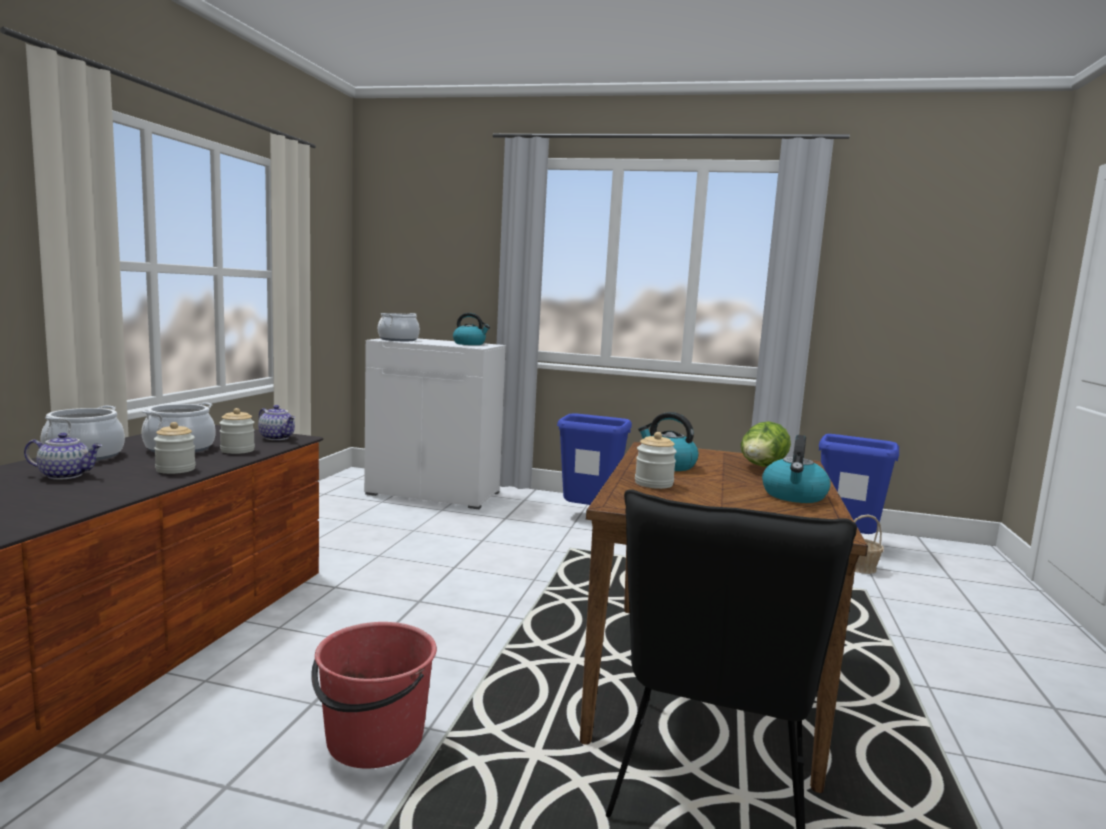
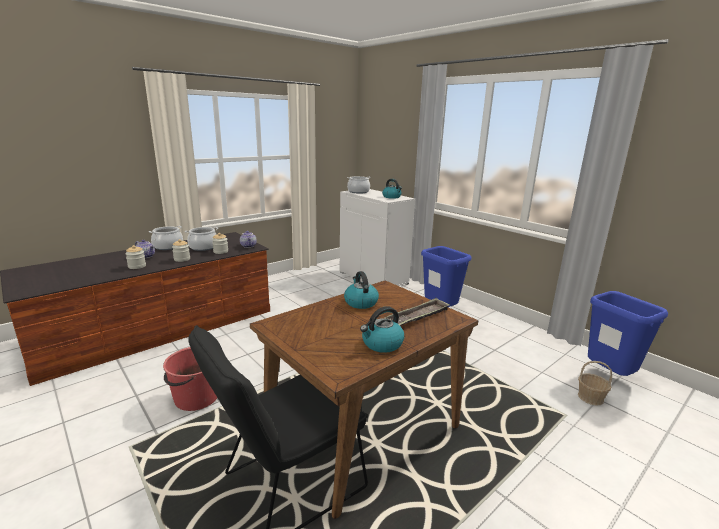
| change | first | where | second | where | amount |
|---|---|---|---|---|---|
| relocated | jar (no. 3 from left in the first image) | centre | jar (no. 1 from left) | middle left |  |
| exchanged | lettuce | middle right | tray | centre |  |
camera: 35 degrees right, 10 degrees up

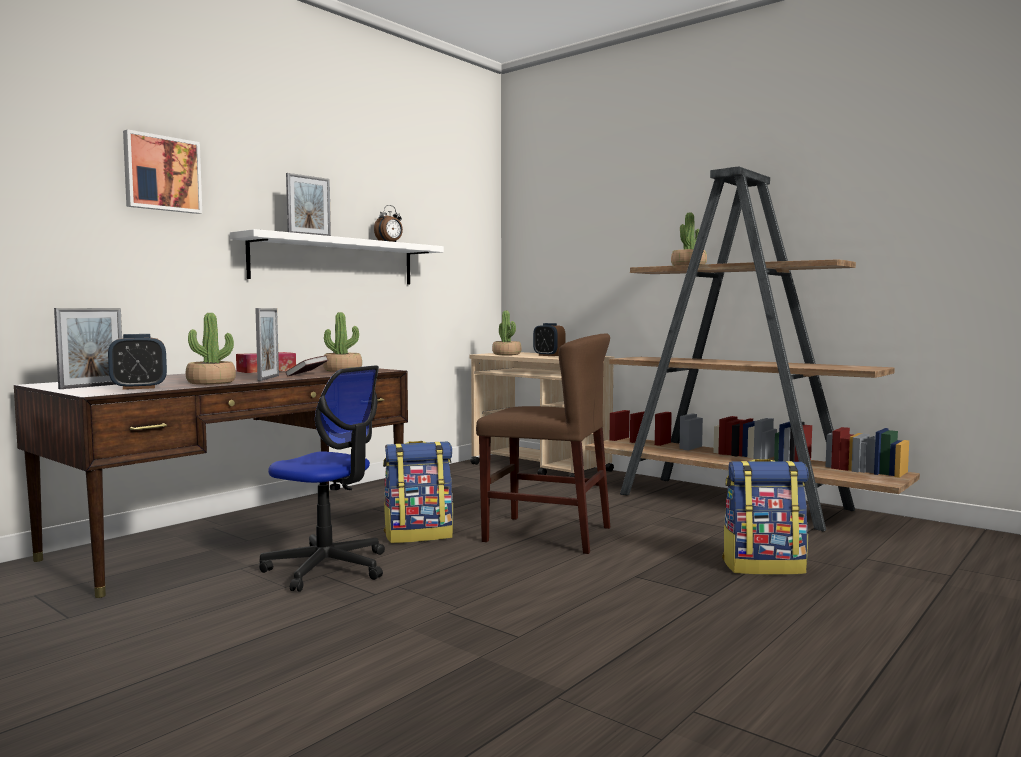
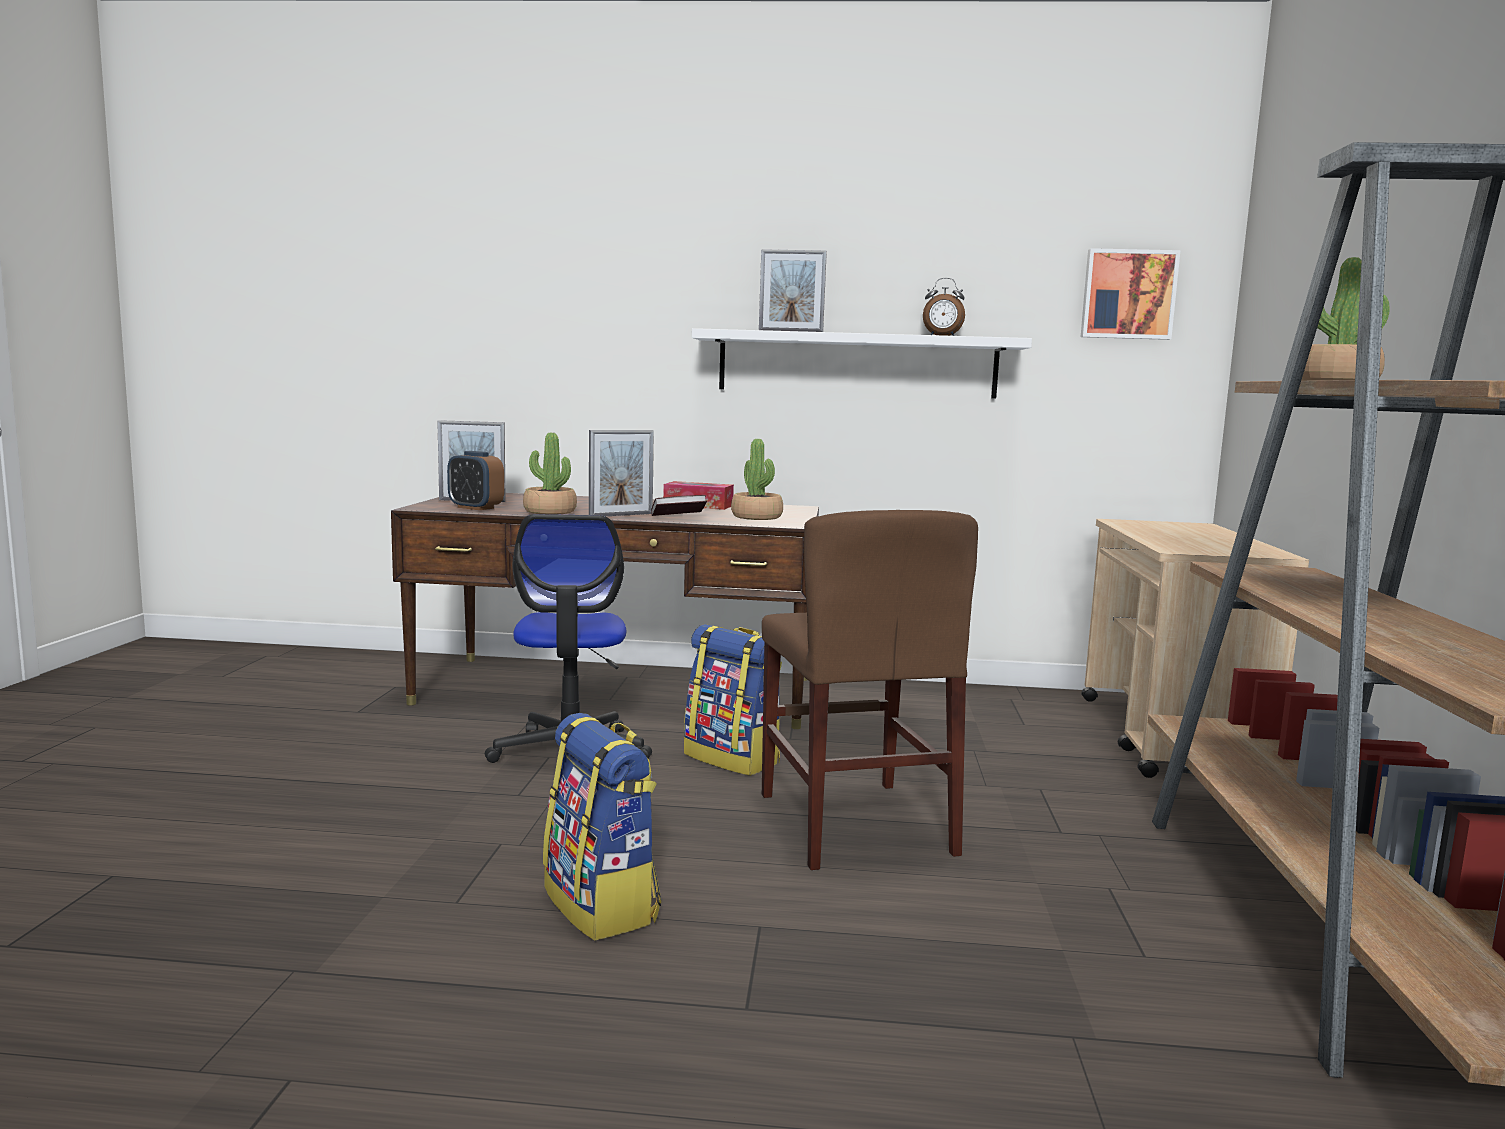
| change | first | where | second | where | amount |
|---|---|---|---|---|---|
| relocated | picture | top left |  | top right |  |
| missing | potted plant (no. 3 from left) | centre |  |  |  |
| missing | alarm clock (no. 3 from left) | centre |  |  |  |
| relocated | backpack (no. 2 from left in the first image) | bottom right | backpack (no. 1 from left) | bottom centre |  |
camera: 55 degrees right, 5 degrees up

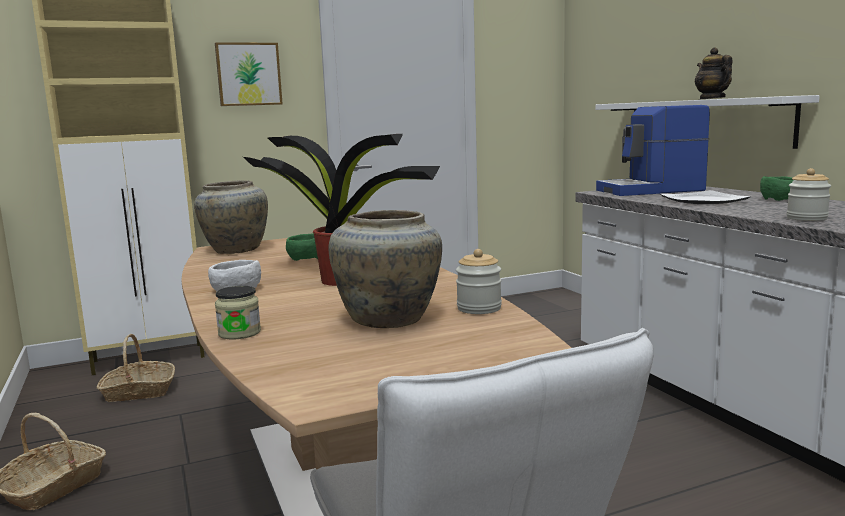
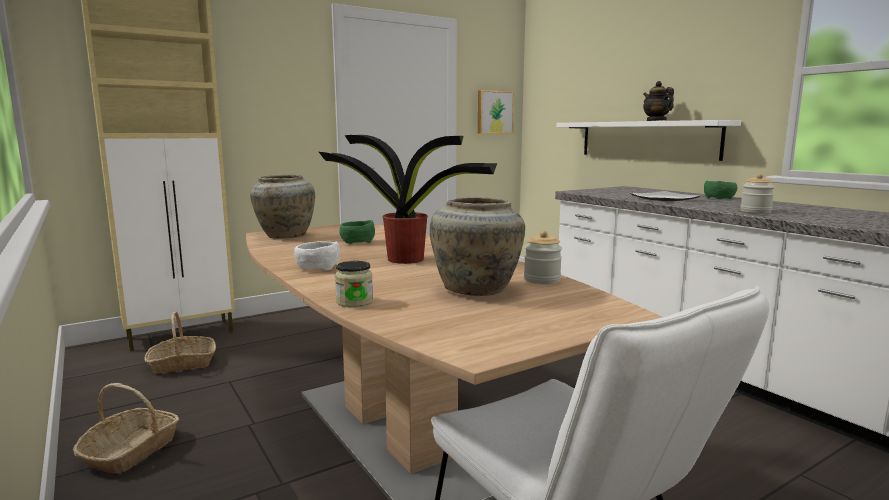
| change | first | where | second | where | amount |
|---|---|---|---|---|---|
| relocated | picture | top left |  | top centre |  |
| missing | coffee machine | top right |  |  |  |
camera: 10 degrees left, 0 degrees up

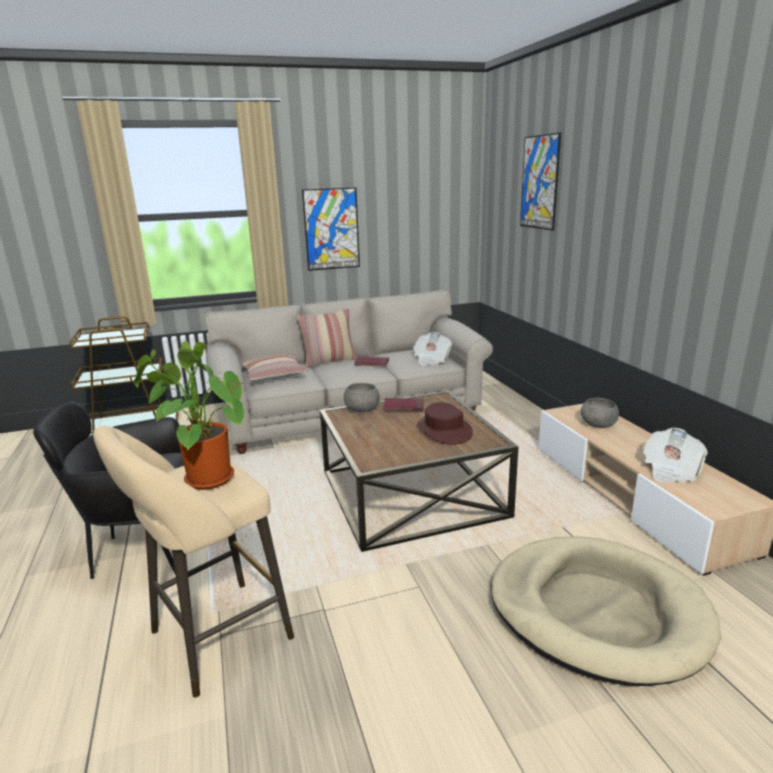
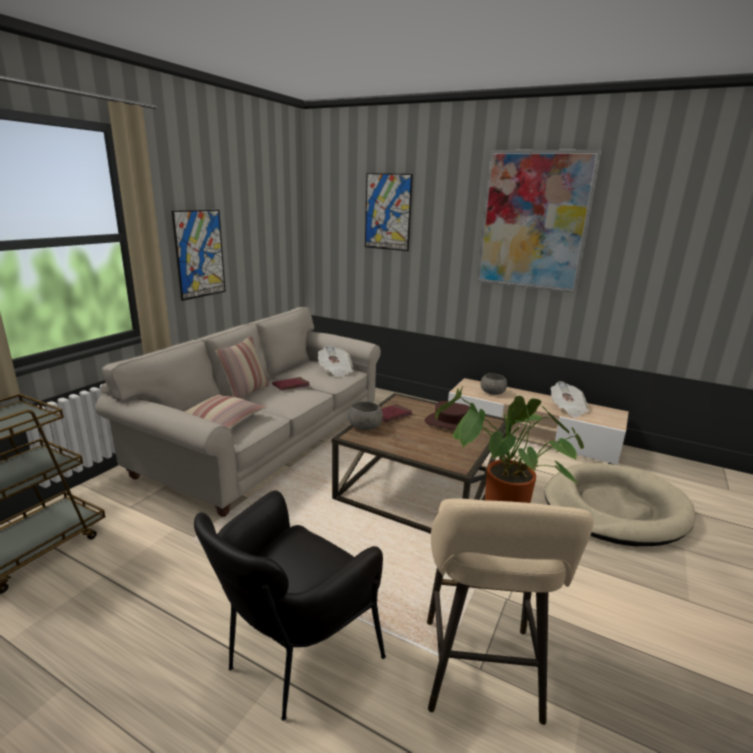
| change | first | where | second | where | amount |
|---|---|---|---|---|---|
| appeared |  |  | picture (no. 3 from left) | top right |  |
camera: 45 degrees left, 0 degrees up

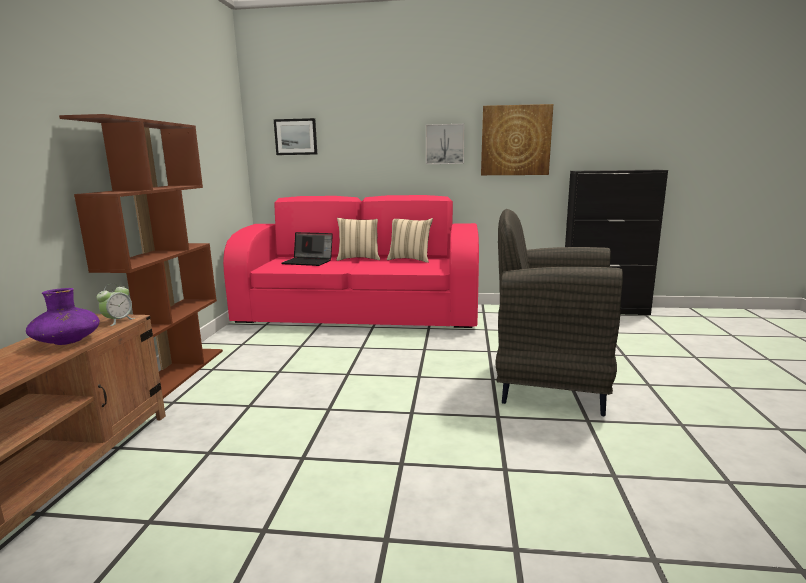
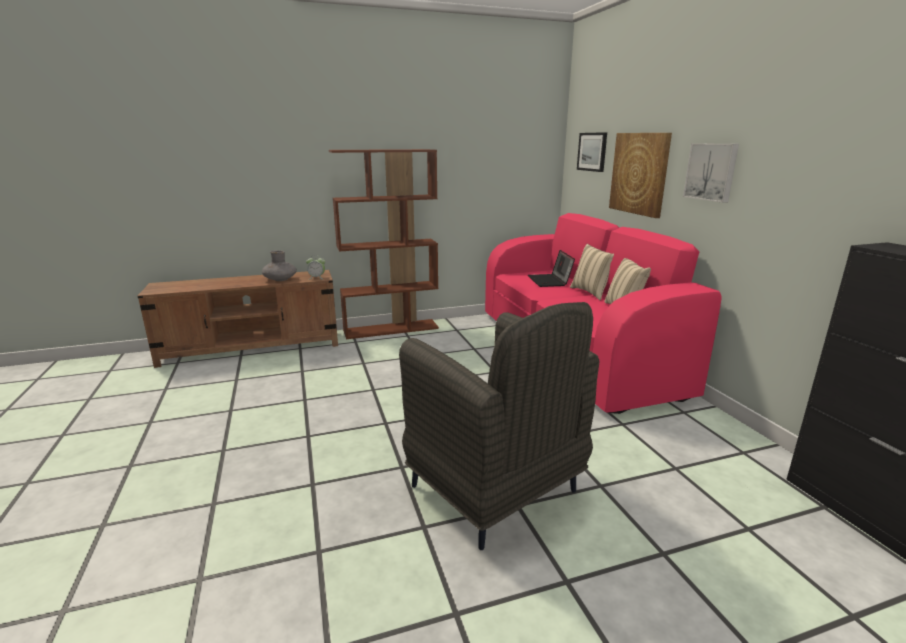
| change | first | where | second | where | amount |
|---|---|---|---|---|---|
| colour | purple vase | middle left | grey vase | middle left |  |
| relocated | picture (no. 3 from left in the first image) | top centre | picture (no. 2 from left) | top right |  |
| spun | grey armchair | middle right |  | centre | 150 degrees clockwise |
camera: 65 degrees right, 5 degrees up

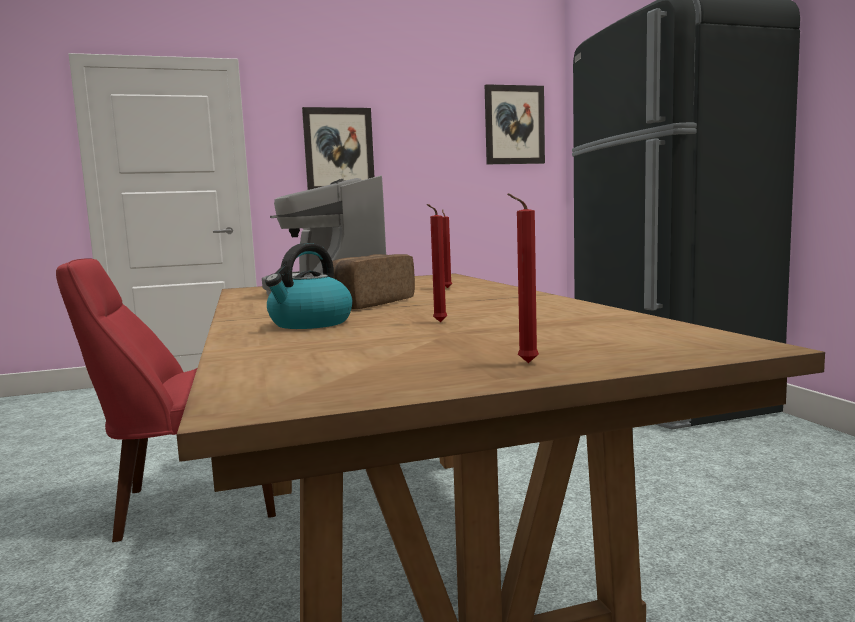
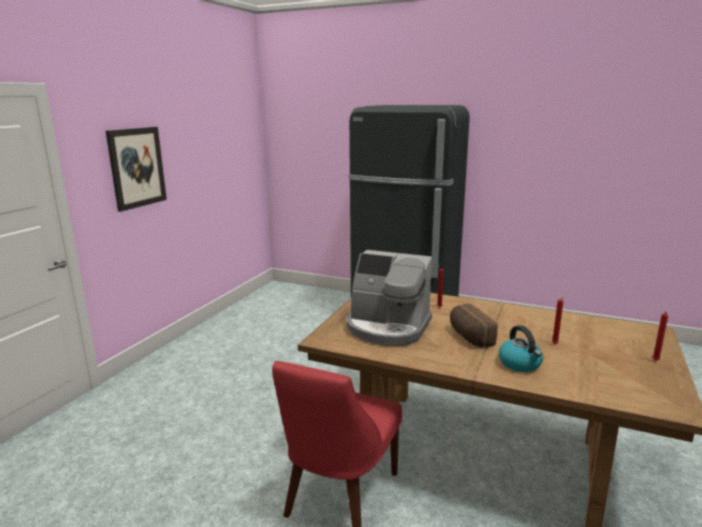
| change | first | where | second | where | amount |
|---|---|---|---|---|---|
| missing | picture (no. 2 from left) | top centre |  |  |  |
camera: 50 degrees left, 10 degrees up

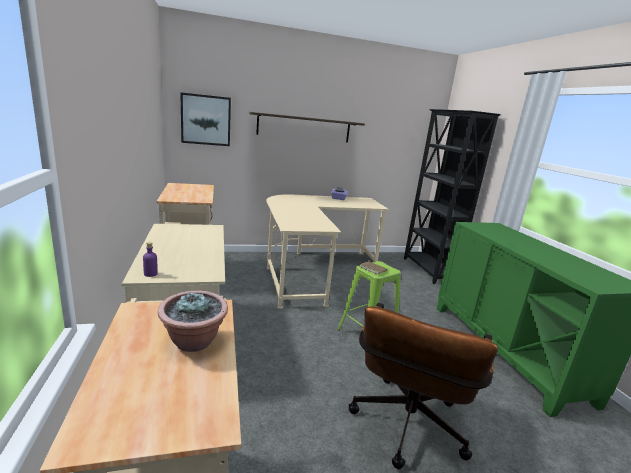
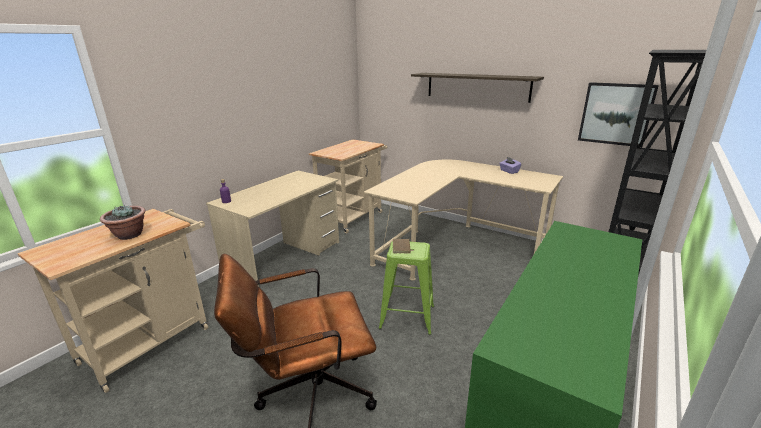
| change | first | where | second | where | amount |
|---|---|---|---|---|---|
| relocated | picture | top left |  | top right |  |
camera: 50 degrees right, 5 degrees up

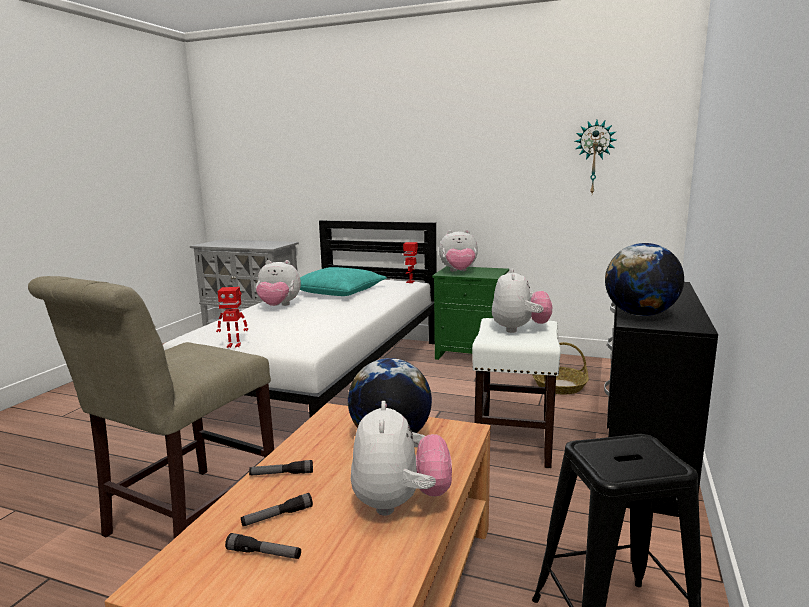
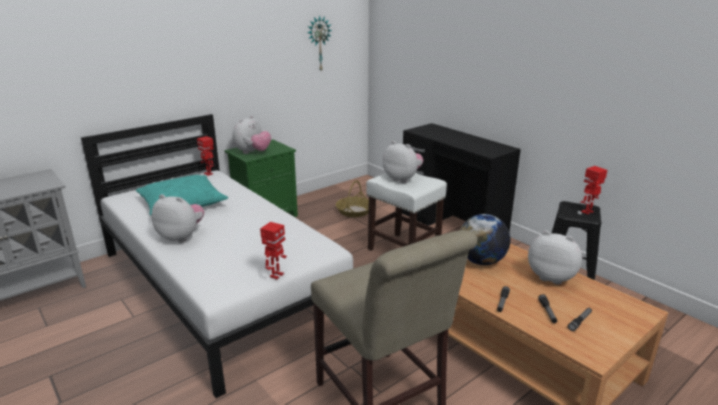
| change | first | where | second | where | amount |
|---|---|---|---|---|---|
| spun | plush toy (no. 1 from left) | centre |  | middle left | 105 degrees counterclockwise |
| missing | globe (no. 2 from left) | middle right |  |  |  |
| appeared |  |  | toy robot (no. 3 from left) | middle right |  |
camera: 60 degrees left, 10 degrees up

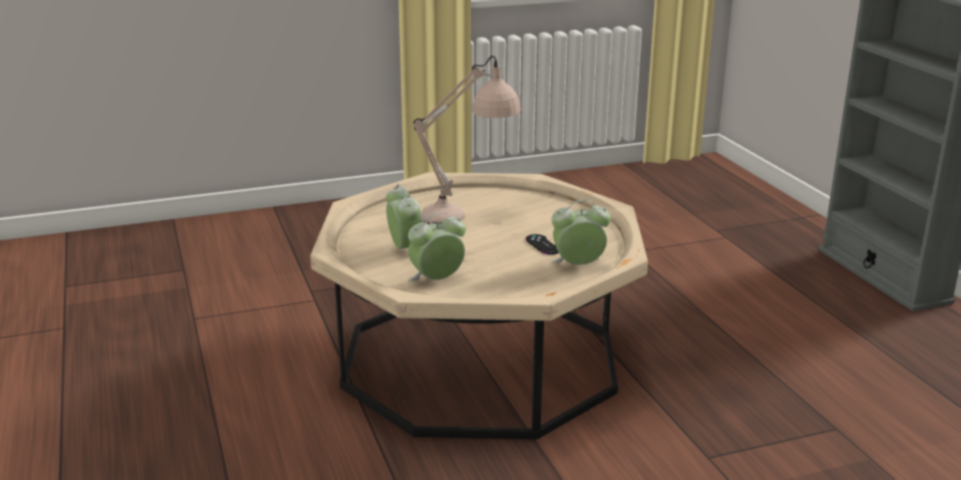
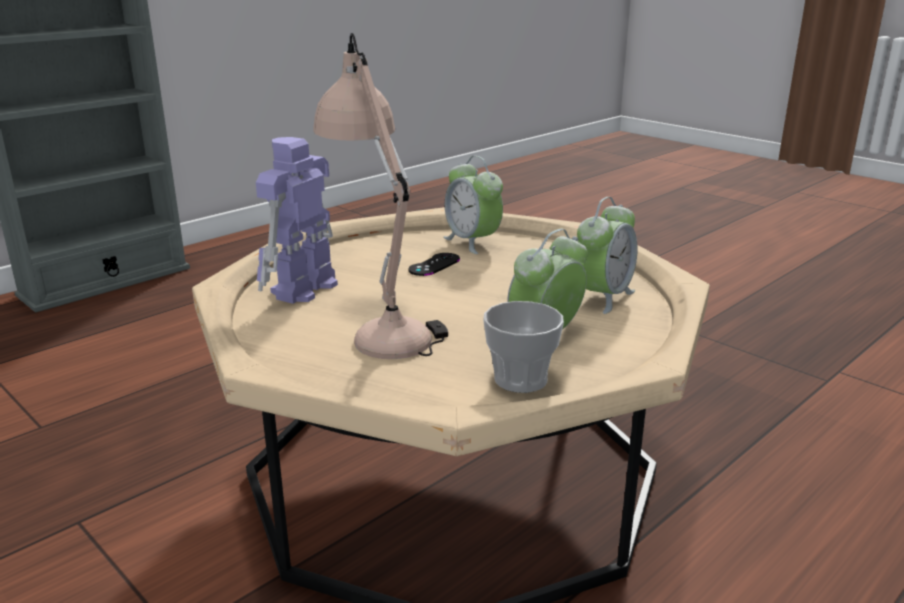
| change | first | where | second | where | amount |
|---|---|---|---|---|---|
| spun | alarm clock (no. 2 from left in the first image) | centre | alarm clock (no. 3 from left) | middle right | 90 degrees counterclockwise |
| appeared |  |  | toy robot | middle left |  |
| appeared |  |  | cup | centre |  |
camera: 115 degrees left, 0 degrees up

